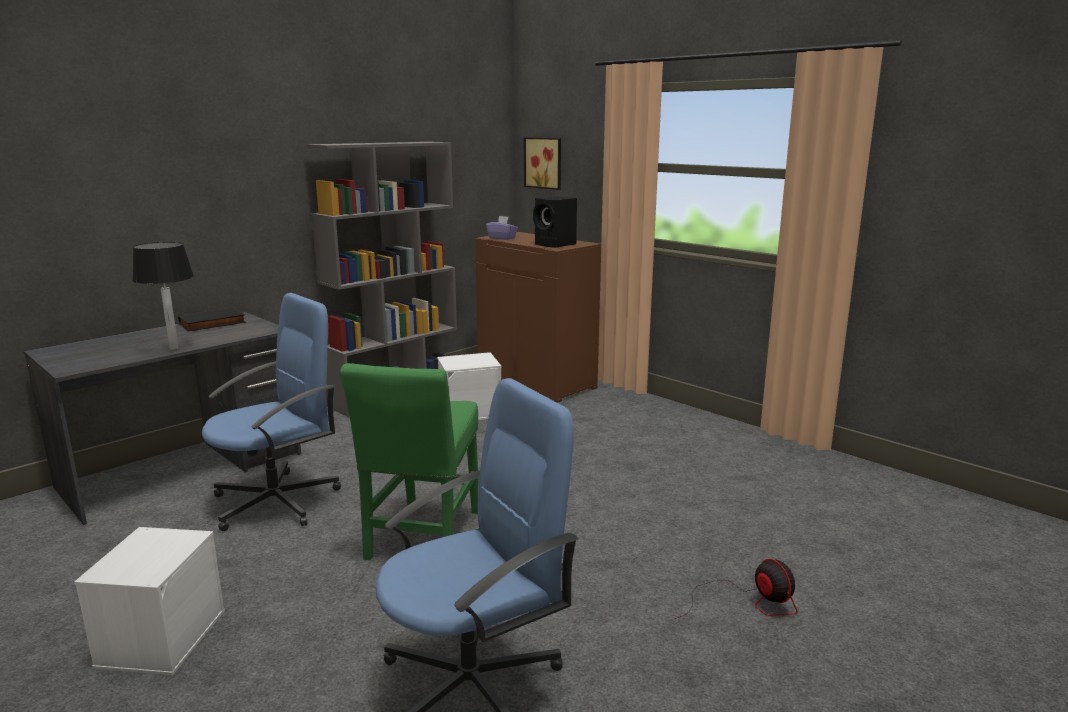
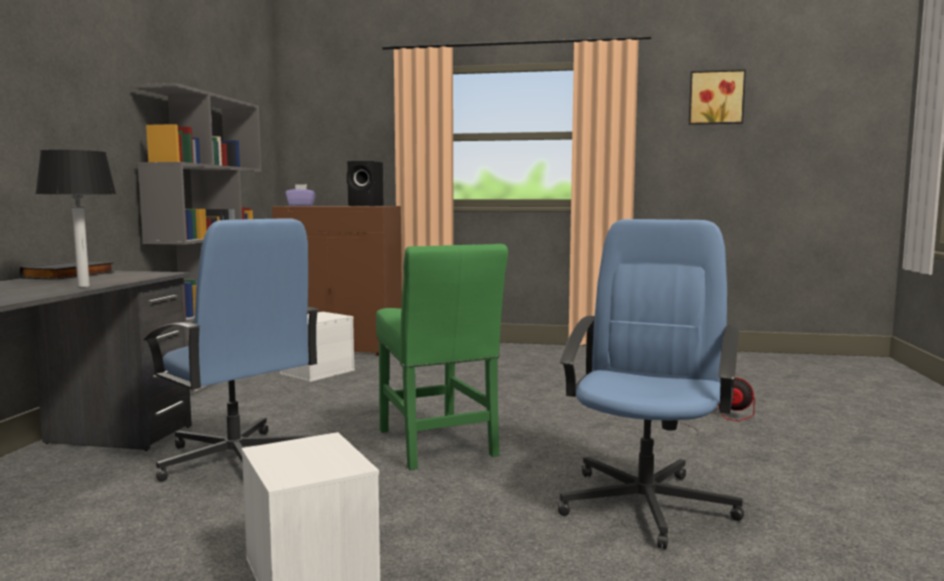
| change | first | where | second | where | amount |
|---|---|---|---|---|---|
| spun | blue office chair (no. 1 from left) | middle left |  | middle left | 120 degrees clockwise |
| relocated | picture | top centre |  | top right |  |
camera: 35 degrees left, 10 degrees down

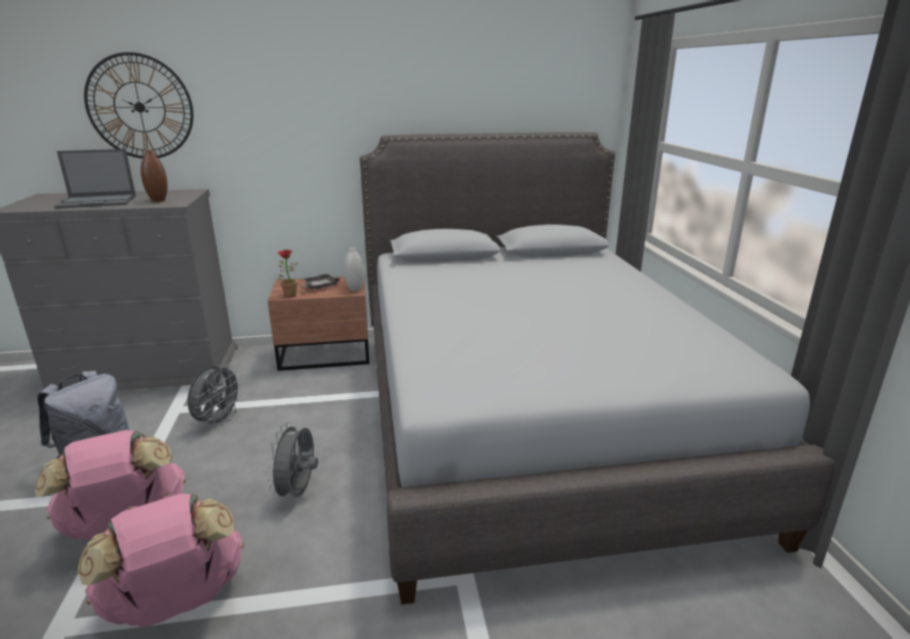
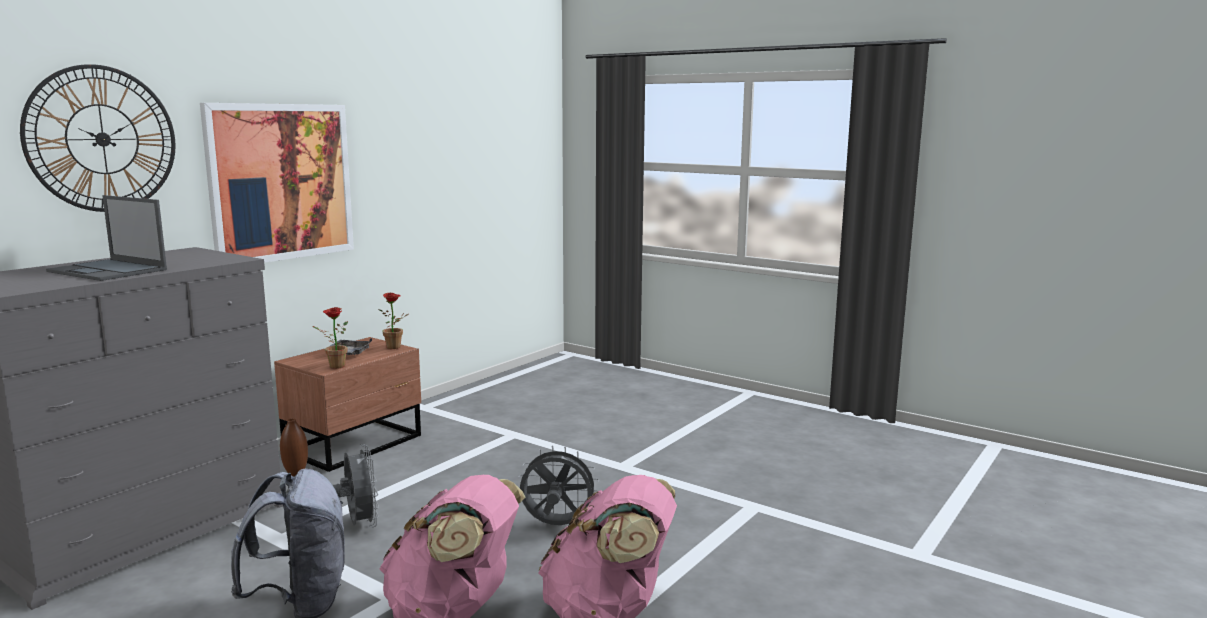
| change | first | where | second | where | amount |
|---|---|---|---|---|---|
| spun | laptop | top left |  | middle left | 90 degrees clockwise |
| relocated | brown vase | top left |  | bottom left |  |
| spun | grey fan (no. 2 from left) | bottom left |  | bottom centre | 135 degrees clockwise |
| exchanged | white vase | centre | potted plant (no. 2 from left) | middle left |  |
| missing | grey bed | centre |  |  |  |
| appeared |  |  | picture | top left |  |
camera: 45 degrees left, 10 degrees down

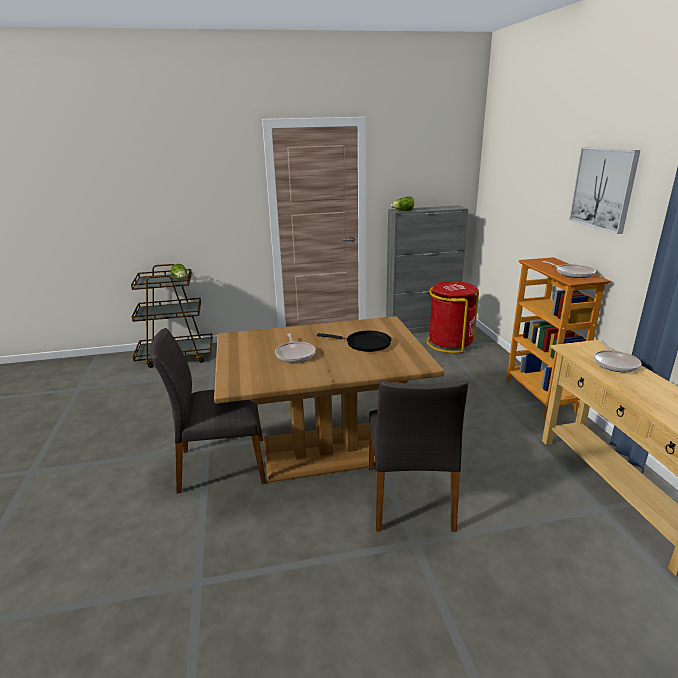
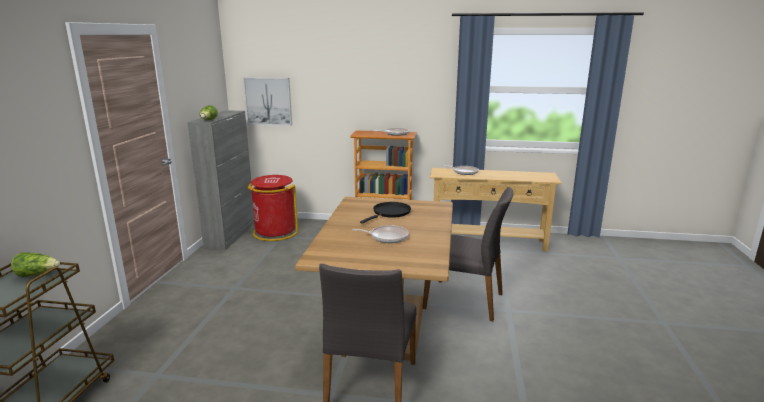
| change | first | where | second | where | amount |
|---|---|---|---|---|---|
| relocated | picture | top right |  | top centre |  |
camera: 70 degrees left, 5 degrees down

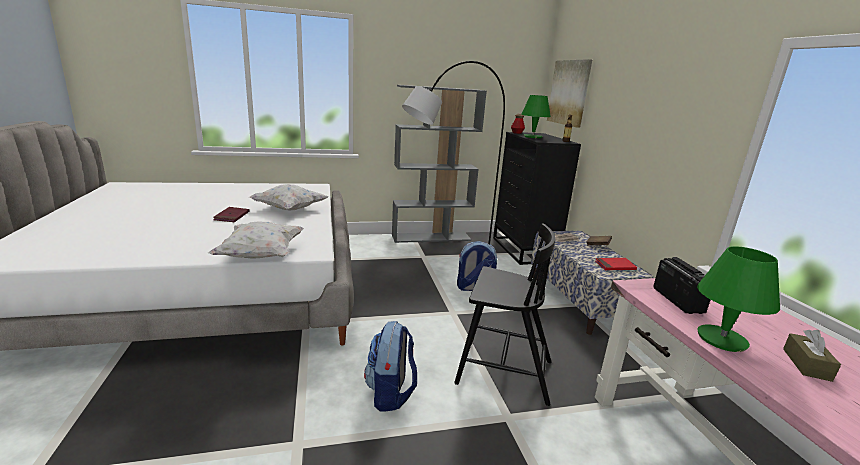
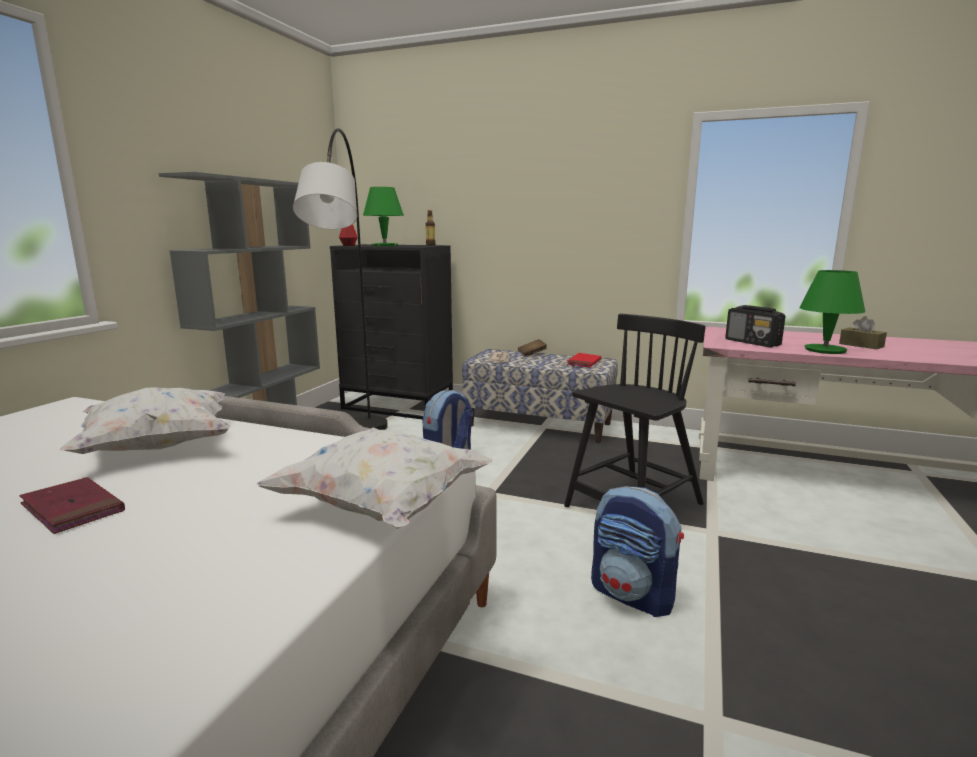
| change | first | where | second | where | amount |
|---|---|---|---|---|---|
| missing | picture | top centre |  |  |  |
| spun | radio | middle right |  | middle right | 150 degrees counterclockwise |
camera: 55 degrees left, 5 degrees down

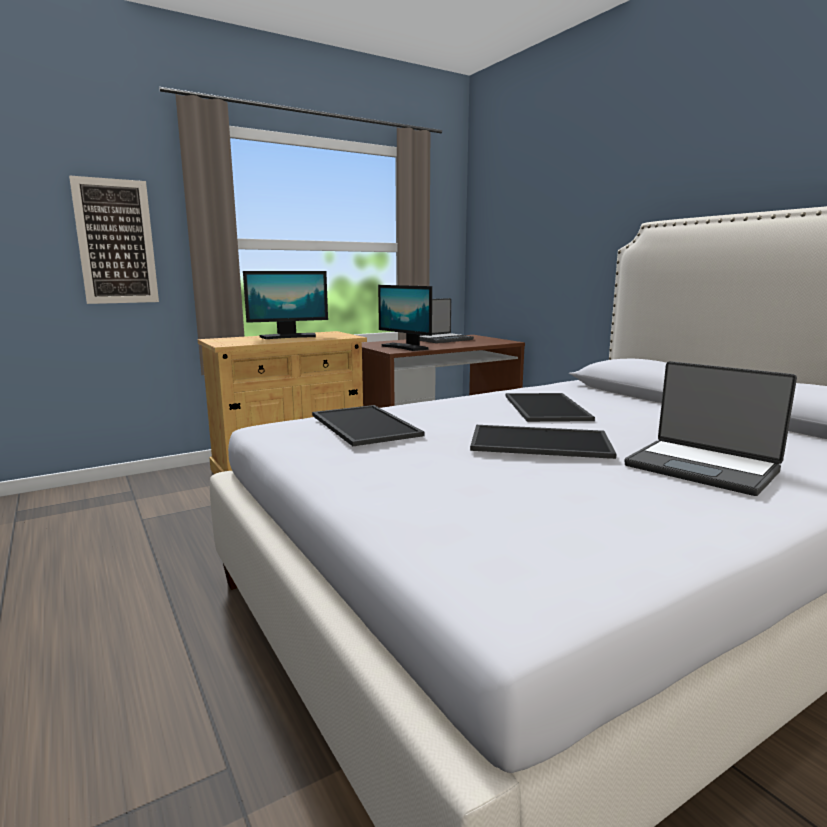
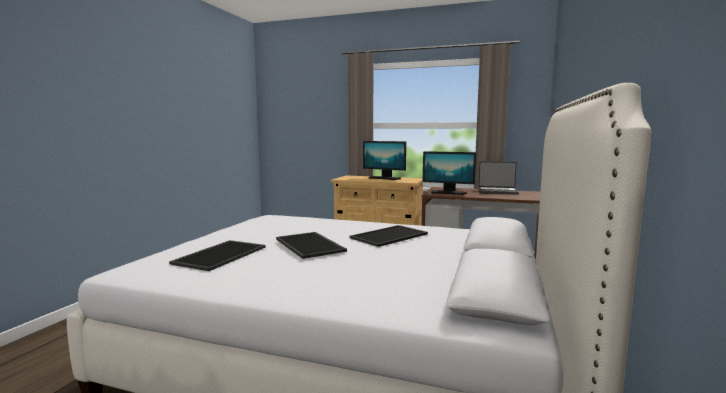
| change | first | where | second | where | amount |
|---|---|---|---|---|---|
| missing | picture | top left |  |  |  |
| relocated | tray (no. 1 from left) | centre |  | middle left |  |
| spun | monitor (no. 2 from left) | centre |  | centre | 75 degrees counterclockwise |
| missing | laptop (no. 2 from left) | middle right |  |  |  |
camera: 50 degrees right, 5 degrees down

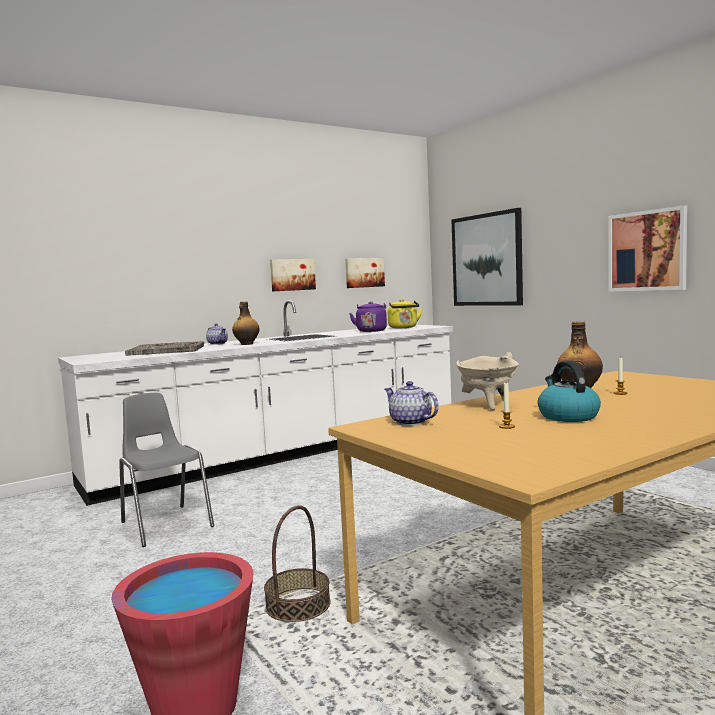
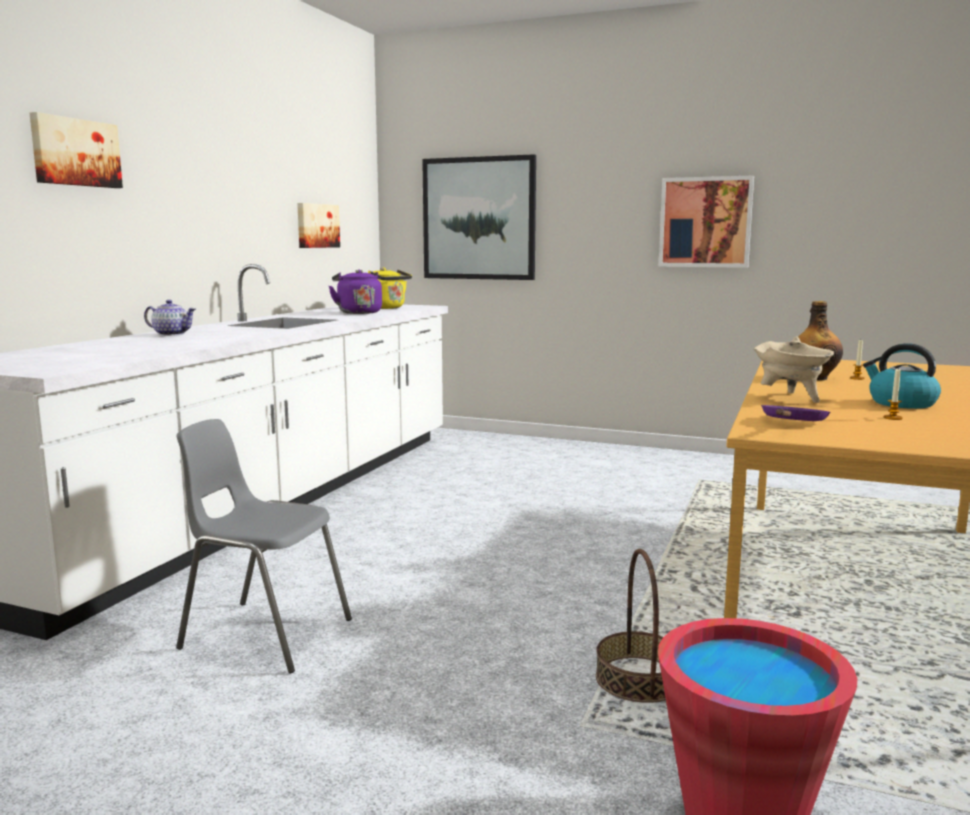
| change | first | where | second | where | amount |
|---|---|---|---|---|---|
| missing | grey tray | middle left |  |  |  |
| missing | bottle (no. 1 from left) | centre |  |  |  |
| relocated | picture (no. 1 from left) | centre |  | top left |  |
| exchanged | teapot (no. 2 from left) | centre | purple frying pan | middle right |  |
camera: 35 degrees left, 5 degrees up

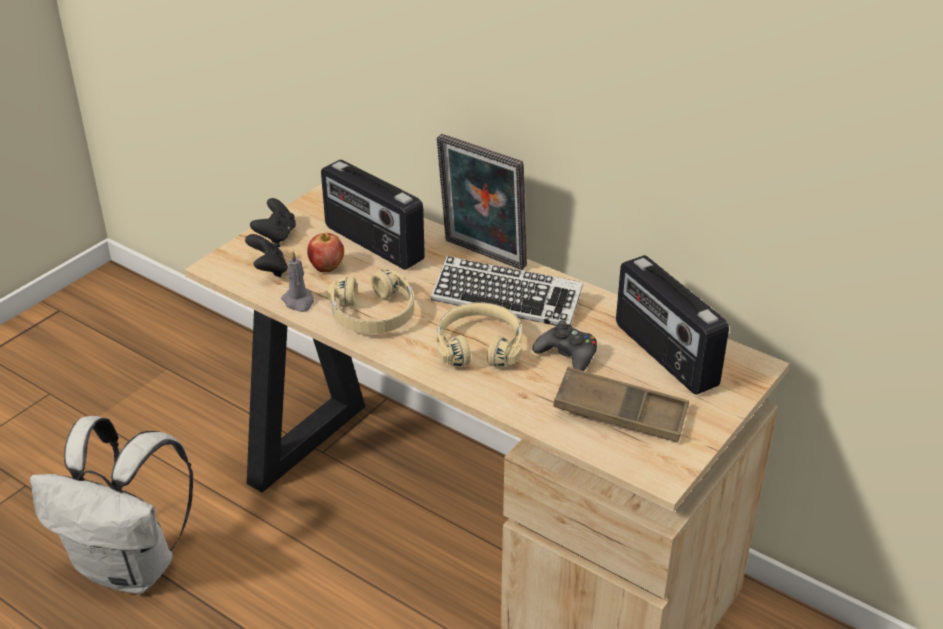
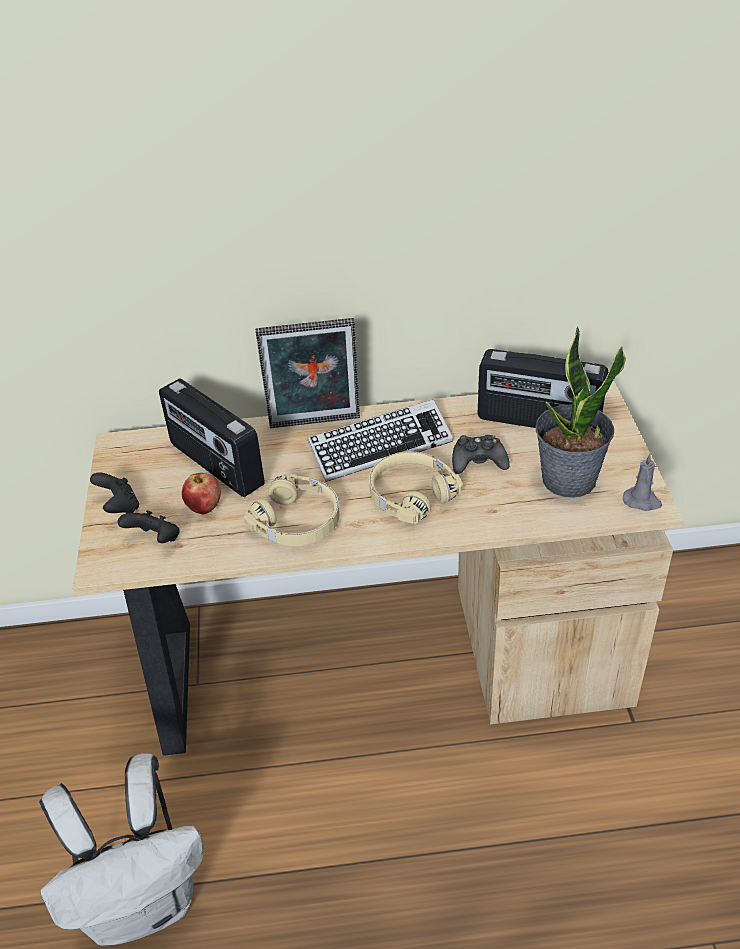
| change | first | where | second | where | amount |
|---|---|---|---|---|---|
| relocated | grey candle | middle left |  | middle right |  |
| spun | radio (no. 1 from left) | centre |  | middle left | 45 degrees clockwise |
| exchanged | brown tray | centre | potted plant | middle right |  |
camera: 40 degrees left, 5 degrees up

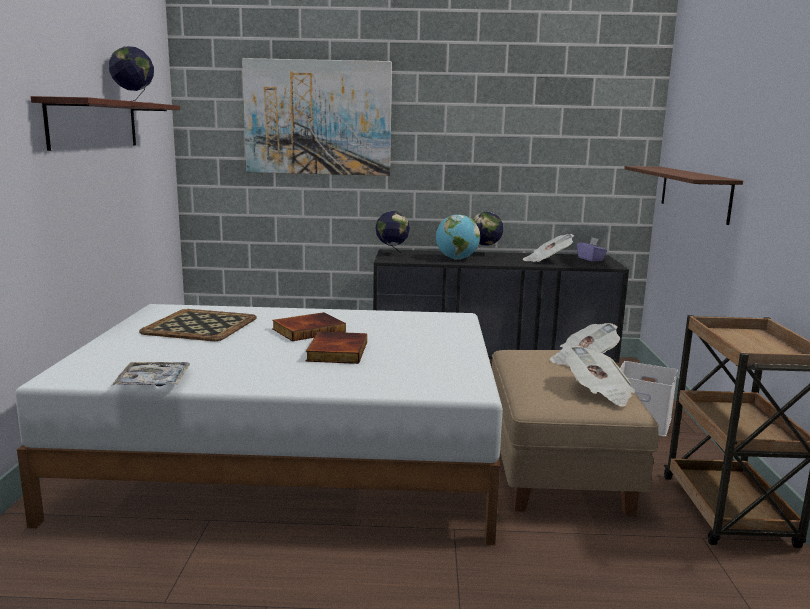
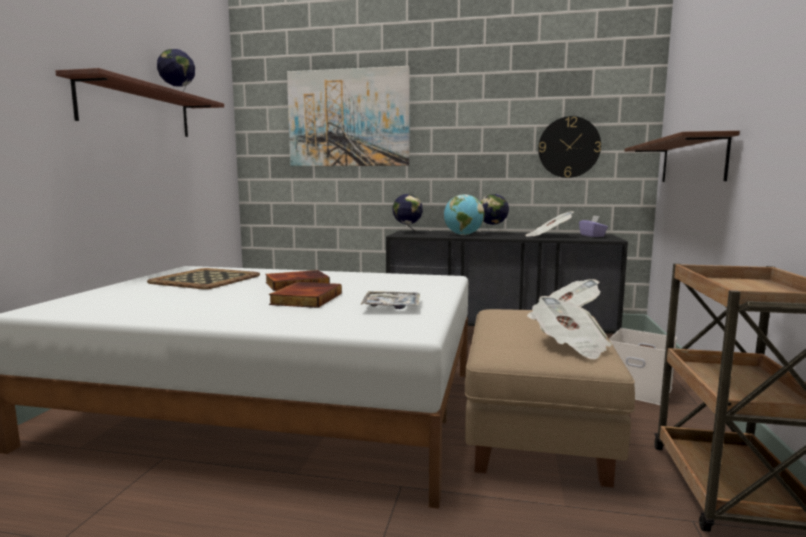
| change | first | where | second | where | amount |
|---|---|---|---|---|---|
| relocated | tray (no. 1 from left in the first image) | middle left | tray (no. 2 from left) | centre |  |
| appeared |  |  | wall clock | top right |  |
camera: 10 degrees right, 5 degrees down

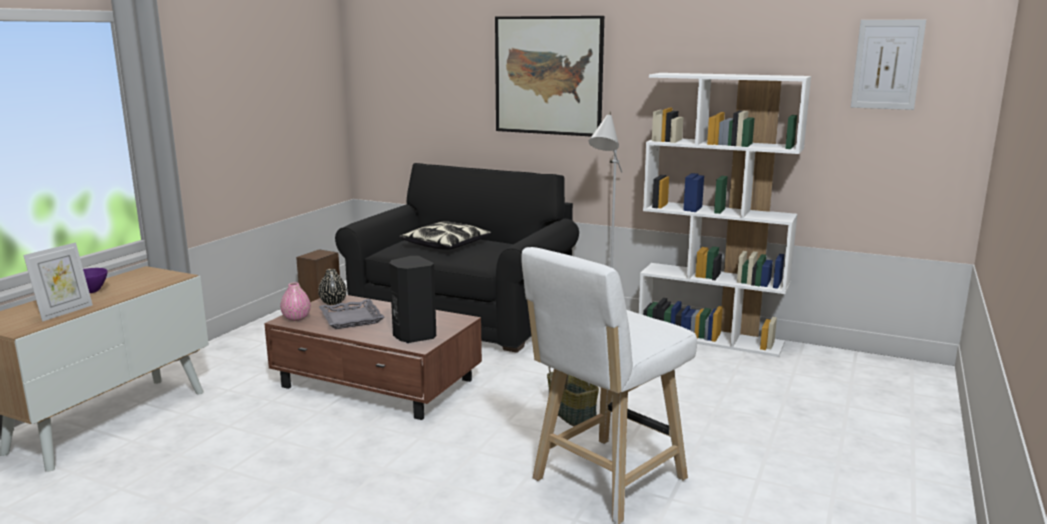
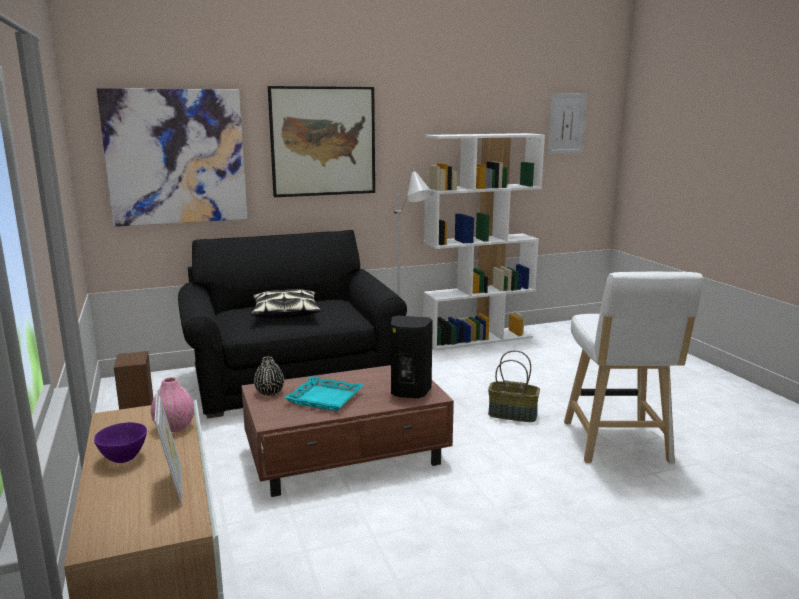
| change | first | where | second | where | amount |
|---|---|---|---|---|---|
| relocated | pink vase | middle left |  | bottom left |  |
| colour | grey tray | centre | turquoise tray | centre |  |
| appeared |  |  | picture (no. 1 from left) | top left |  |
camera: 45 degrees left, 0 degrees up

